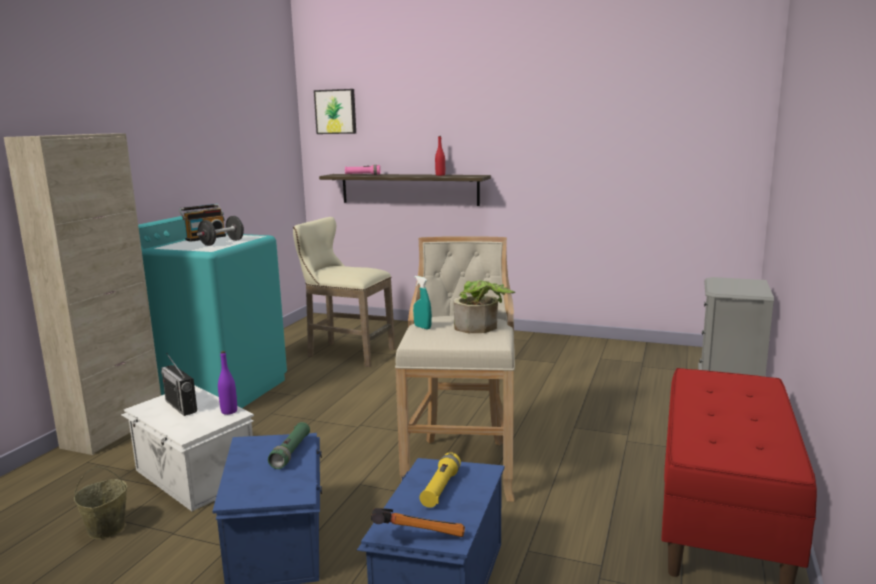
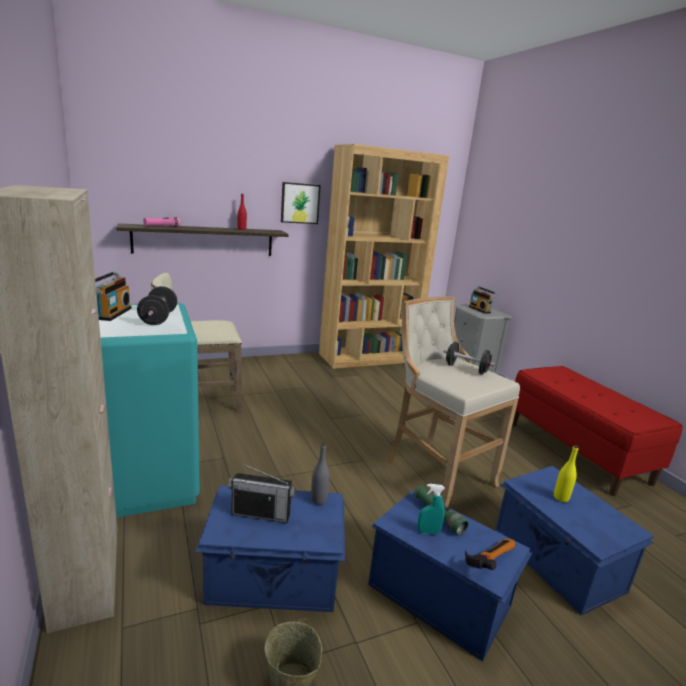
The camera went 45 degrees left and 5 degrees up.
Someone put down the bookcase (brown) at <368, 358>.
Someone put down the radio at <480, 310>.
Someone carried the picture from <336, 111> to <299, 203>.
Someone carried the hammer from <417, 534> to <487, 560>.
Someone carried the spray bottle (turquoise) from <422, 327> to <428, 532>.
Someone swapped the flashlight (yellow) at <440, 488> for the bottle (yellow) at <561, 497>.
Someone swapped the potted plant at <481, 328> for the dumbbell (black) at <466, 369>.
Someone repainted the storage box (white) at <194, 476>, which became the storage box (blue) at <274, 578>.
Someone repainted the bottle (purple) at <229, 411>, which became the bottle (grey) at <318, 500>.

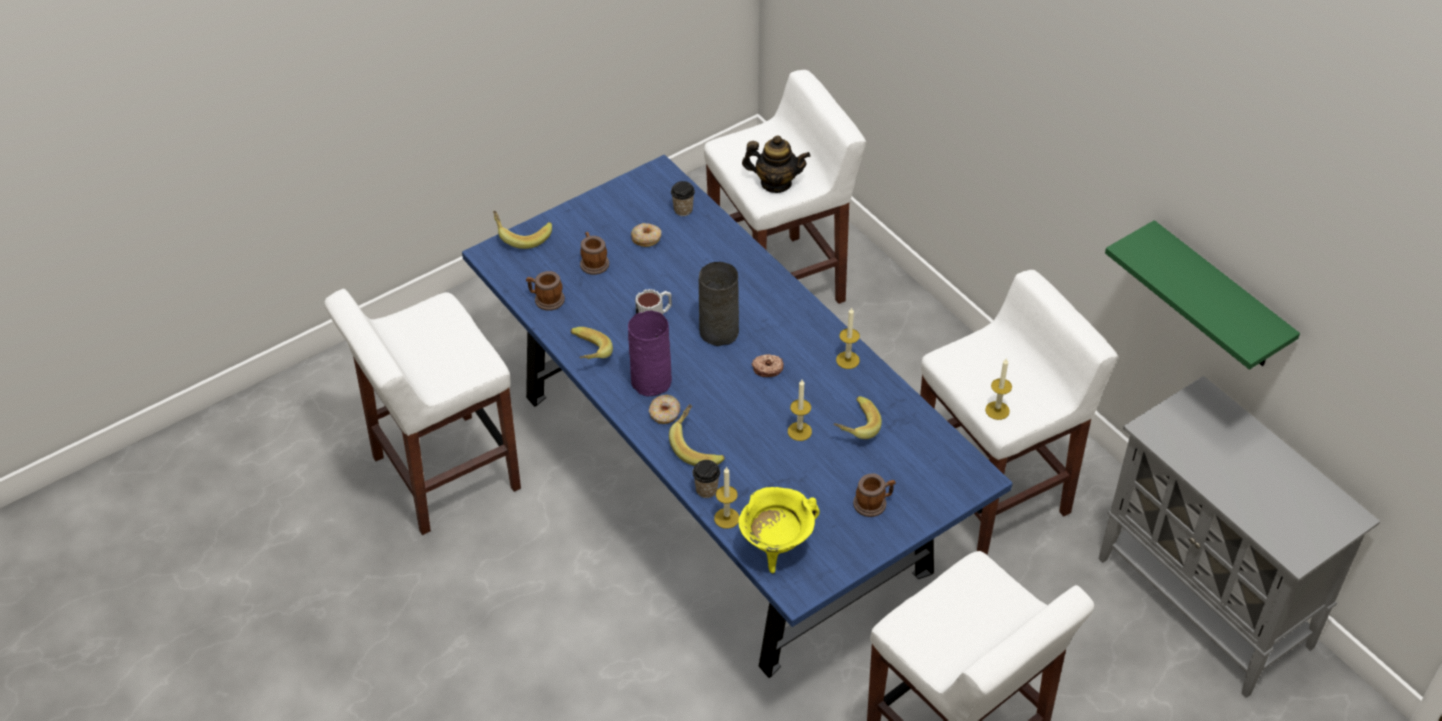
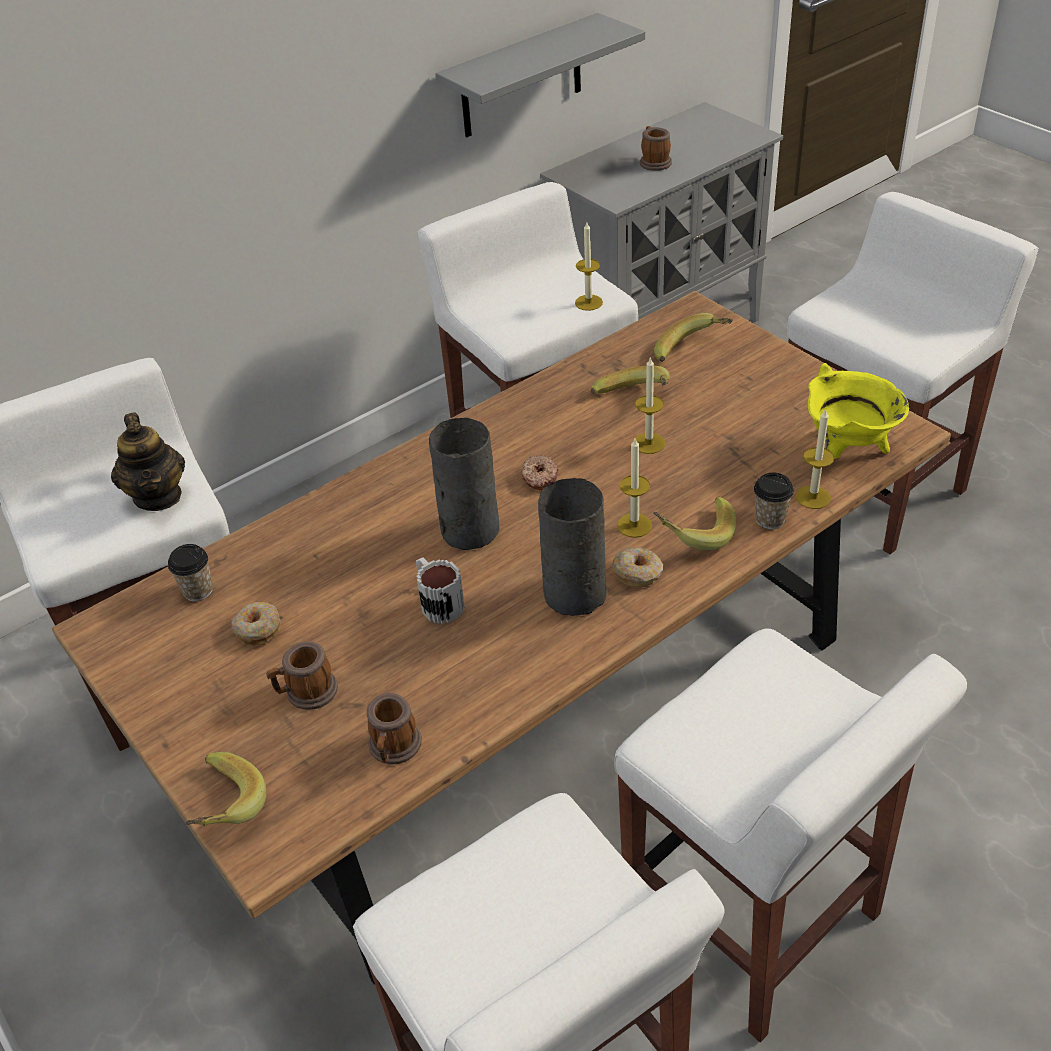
The camera went 90 degrees left and 5 degrees down.
Someone put down the stool (white) at <754, 921>.
Someone carried the banana from <586, 355> to <692, 352>.
Someone carried the candle from <847, 360> to <634, 525>.
Someone carried the mug from <873, 503> to <654, 162>.
Someone repainted the dining table (blue) at <721, 482>, which became the dining table (brown) at <540, 707>.
Someone repainted the vase (purple) at <652, 381>, which became the vase (grey) at <574, 592>.
Someone repainted the shelf (green) at <1218, 299>, which became the shelf (grey) at <521, 77>.
Someone rotated the teapot at <775, 183> by 150 degrees clockwise.

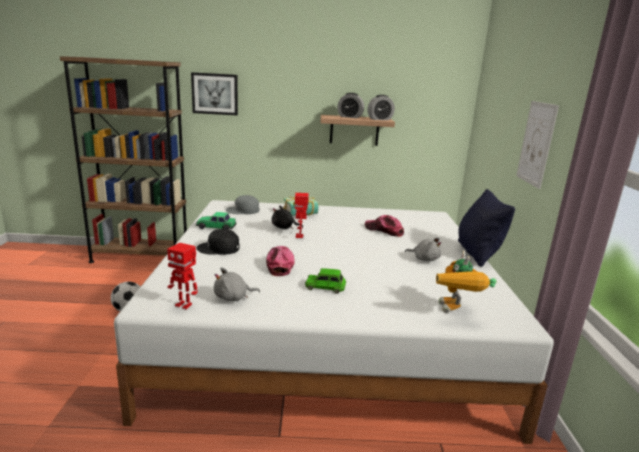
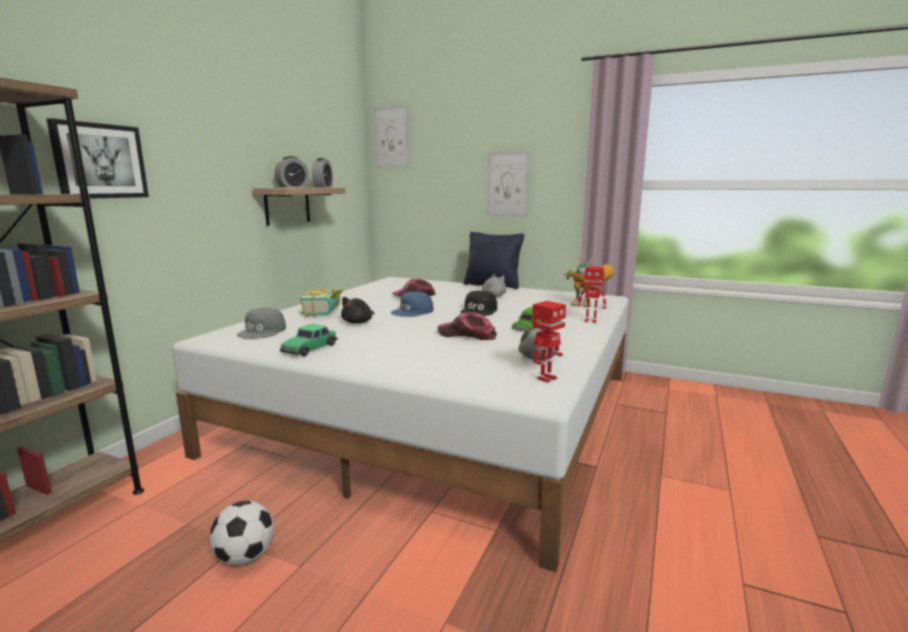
The camera went 65 degrees left and 5 degrees down.
Someone put up the picture at <392, 137>.
Someone put down the cap (blue) at <413, 311>.
Someone carried the cap (black) from <218, 248> to <479, 311>.
Someone carried the toy robot from <300, 236> to <590, 321>.

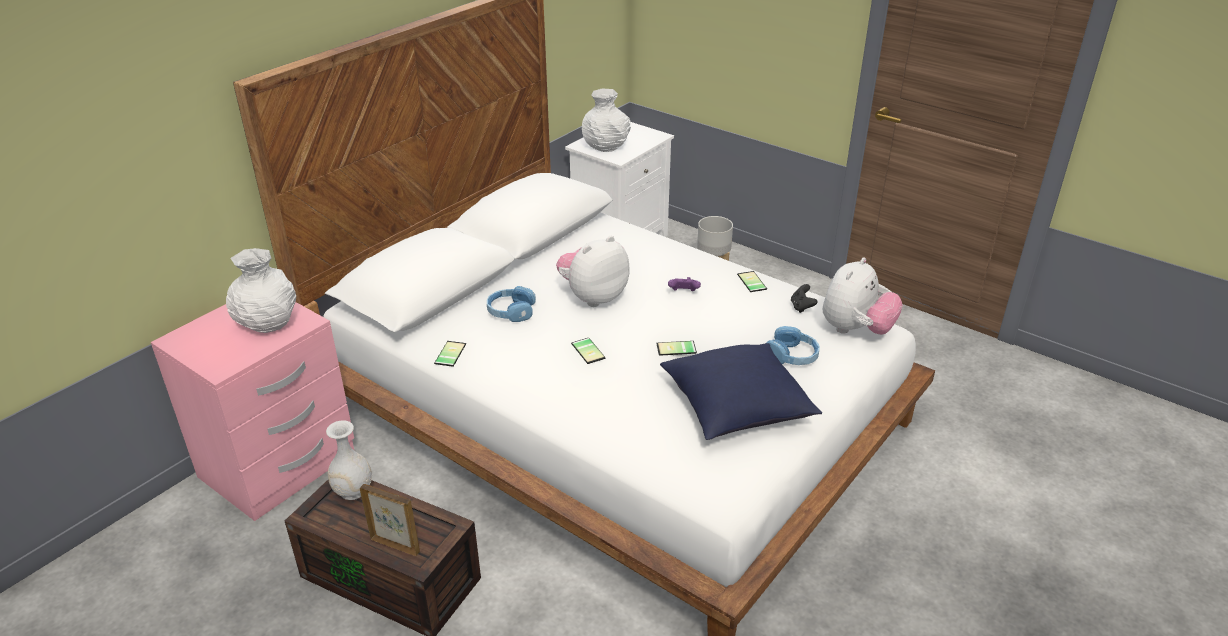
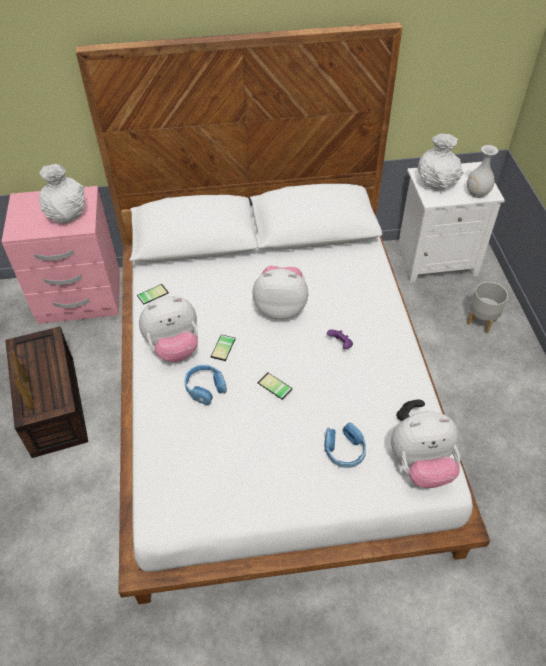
The camera went 45 degrees right and 15 degrees up.
Someone took away the pillow (blue) at <736, 409>.
Someone took away the phone at <750, 282>.
Someone put down the plush toy at <174, 347>.
Someone carried the vase (white) from <353, 490> to <477, 193>.
Someone carried the headphones (blue) from <511, 312> to <205, 388>.

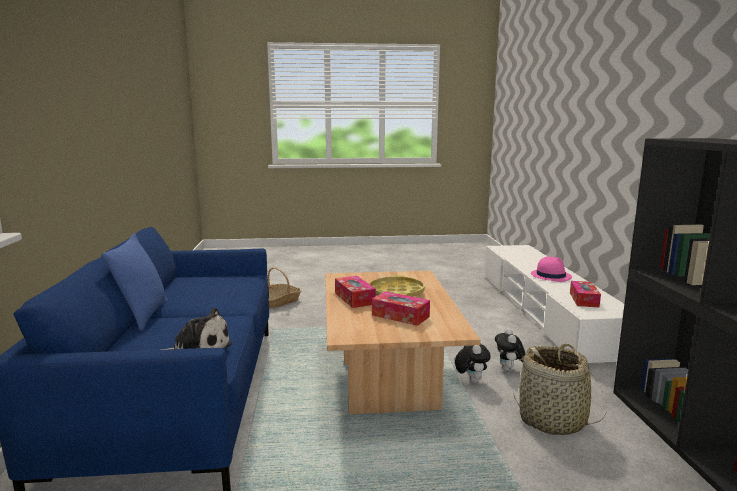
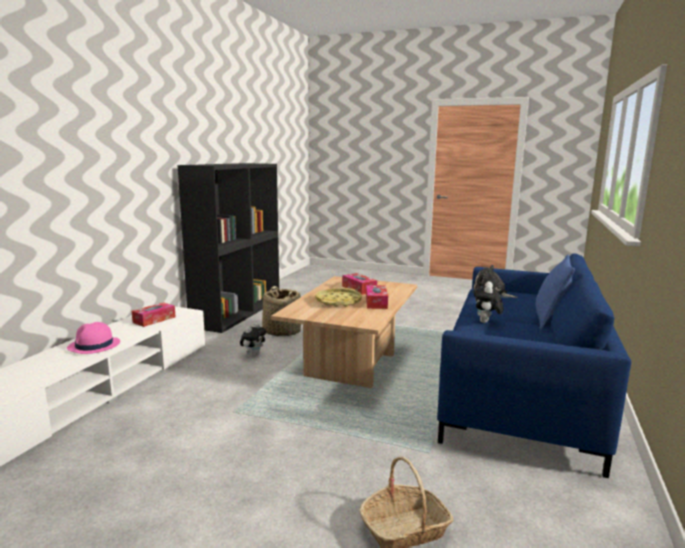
The camera went 155 degrees left and 0 degrees up.
Someone carried the plush toy from <470, 380> to <486, 322>.

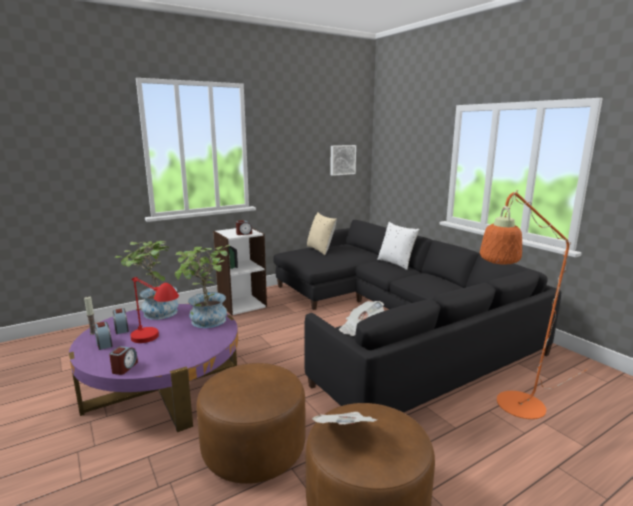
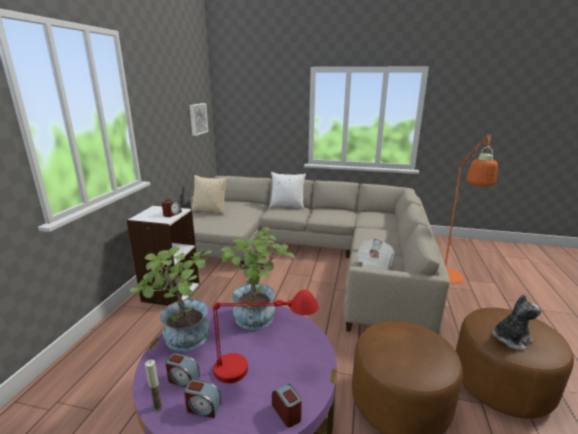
The camera went 45 degrees left and 5 degrees up.
Someone swapped the newspaper at <345, 433> for the plush toy at <510, 339>.
Someone repainted the sofa (black) at <390, 322>, which became the sofa (beige) at <311, 255>.

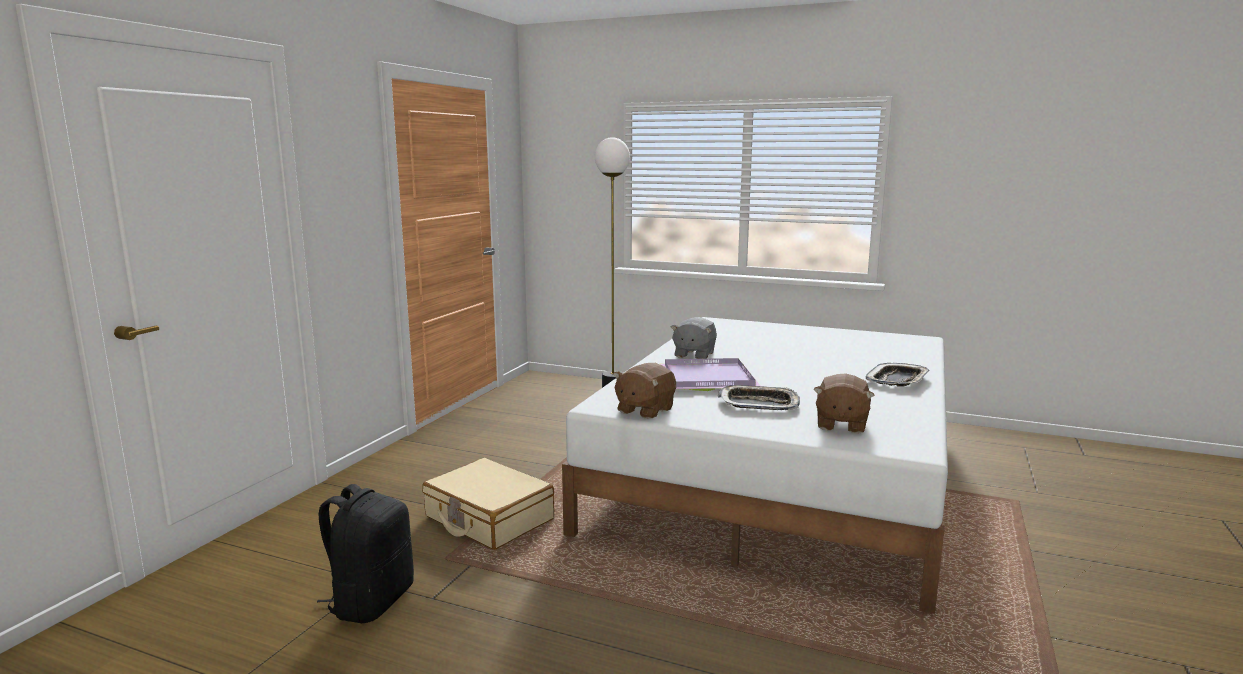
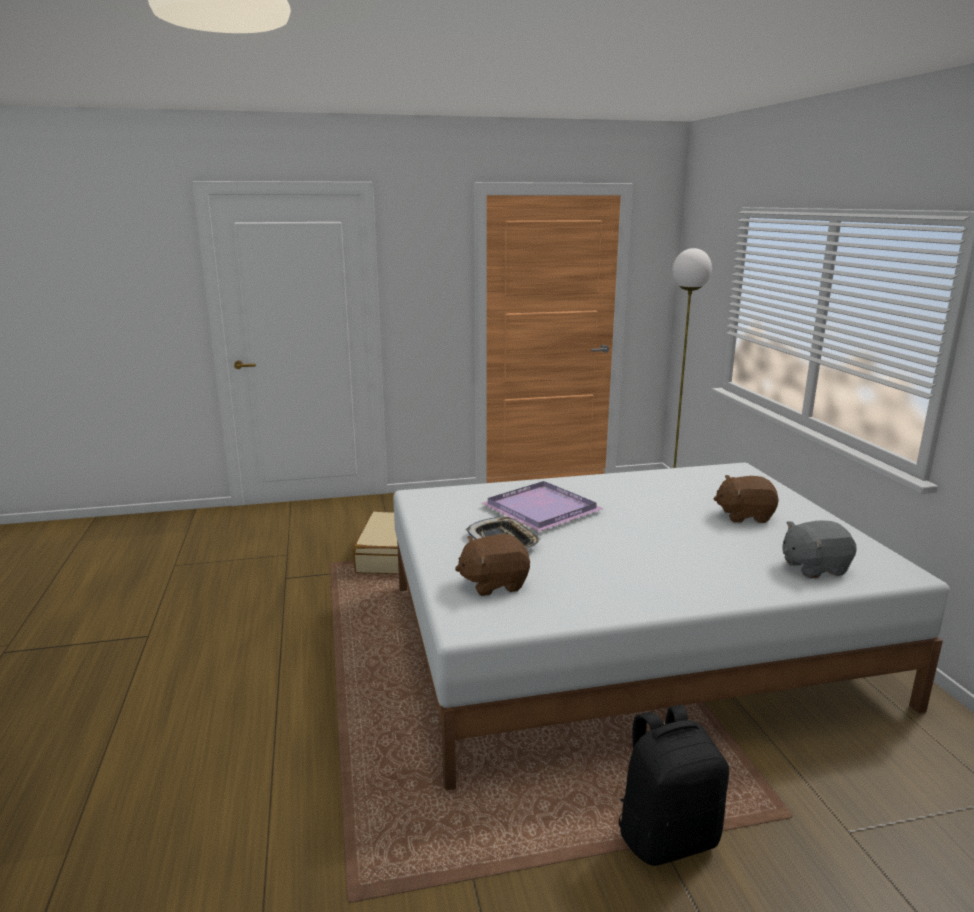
The camera went 55 degrees right and 5 degrees up.
Someone took away the tray at <897, 380>.
Someone carried the backpack (black) from <371, 601> to <667, 836>.
Someone carried the plush toy (brown) from <644, 410> to <744, 516>.
Someone carried the plush toy (grey) from <693, 354> to <813, 567>.

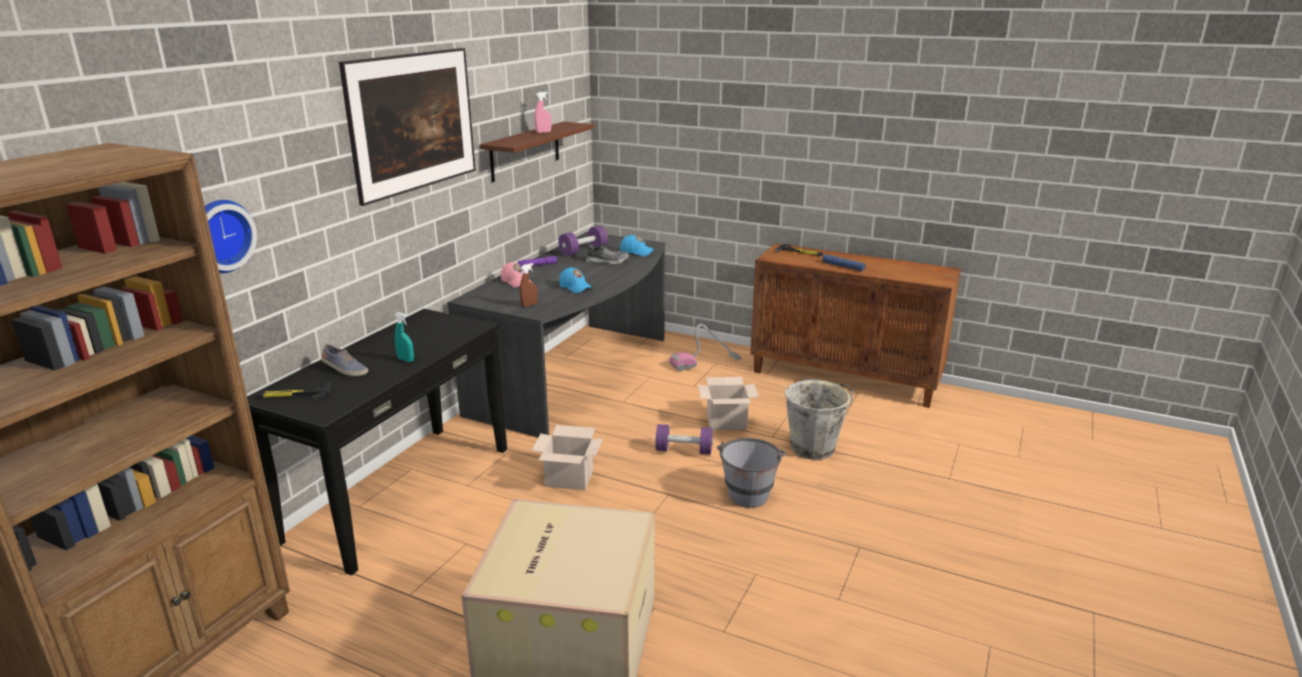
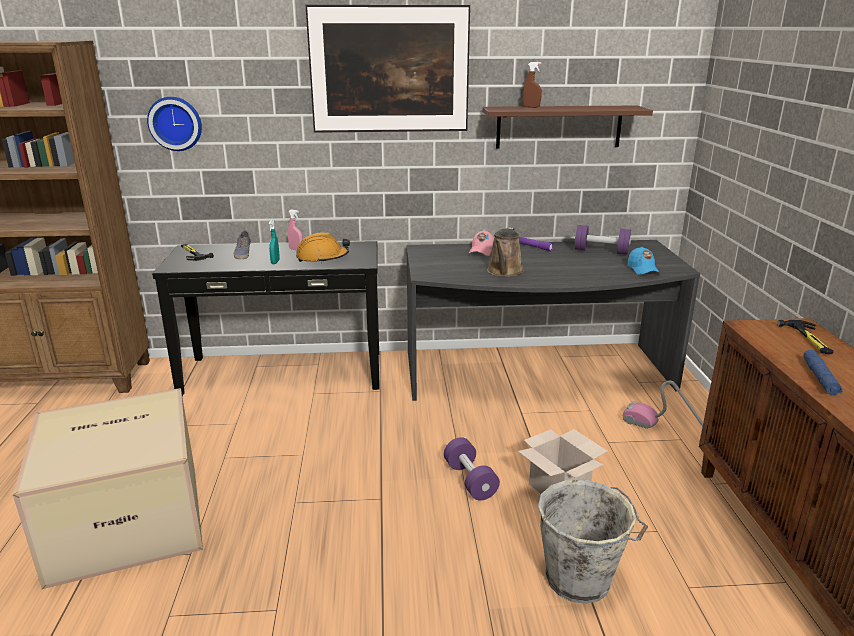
The camera went 60 degrees right and 0 degrees up.
Someone took away the cardboard box at <567, 479>.
Someone took away the shoe at <607, 261>.
Someone took away the bucket (grey) at <748, 491>.
Someone put down the hard hat (orange) at <322, 258>.
Someone carried the spray bottle (brown) from <529, 305> to <531, 107>.
Someone carried the spray bottle (pink) from <543, 132> to <296, 249>.
Someone swapped the cap (blue) at <575, 288> for the watering can (brown) at <504, 272>.

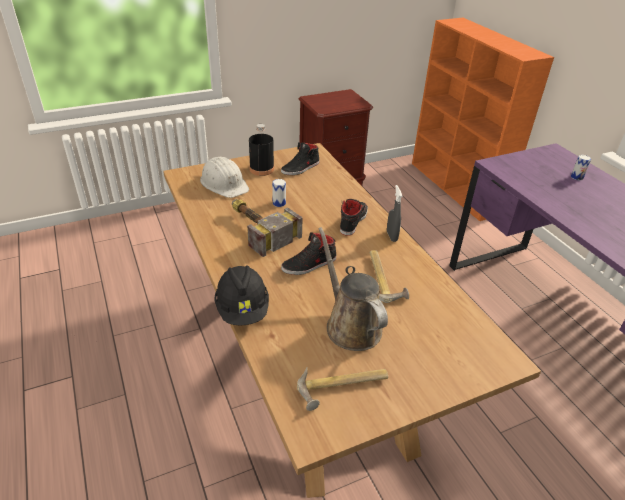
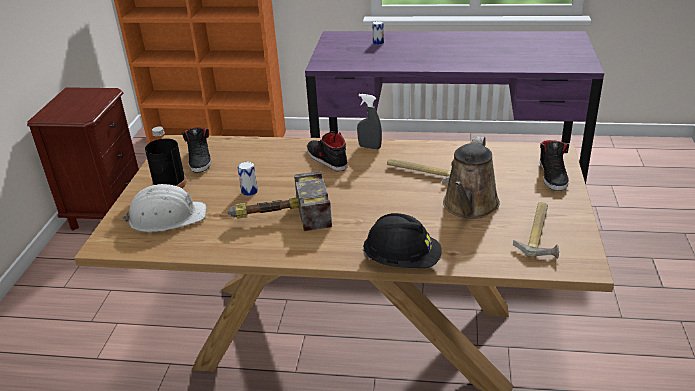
The camera went 55 degrees left and 5 degrees down.
Someone carried the shoe (black) from <309, 265> to <553, 176>.
Someone rotated the watering can (brown) at <350, 325> by 75 degrees counterclockwise.

